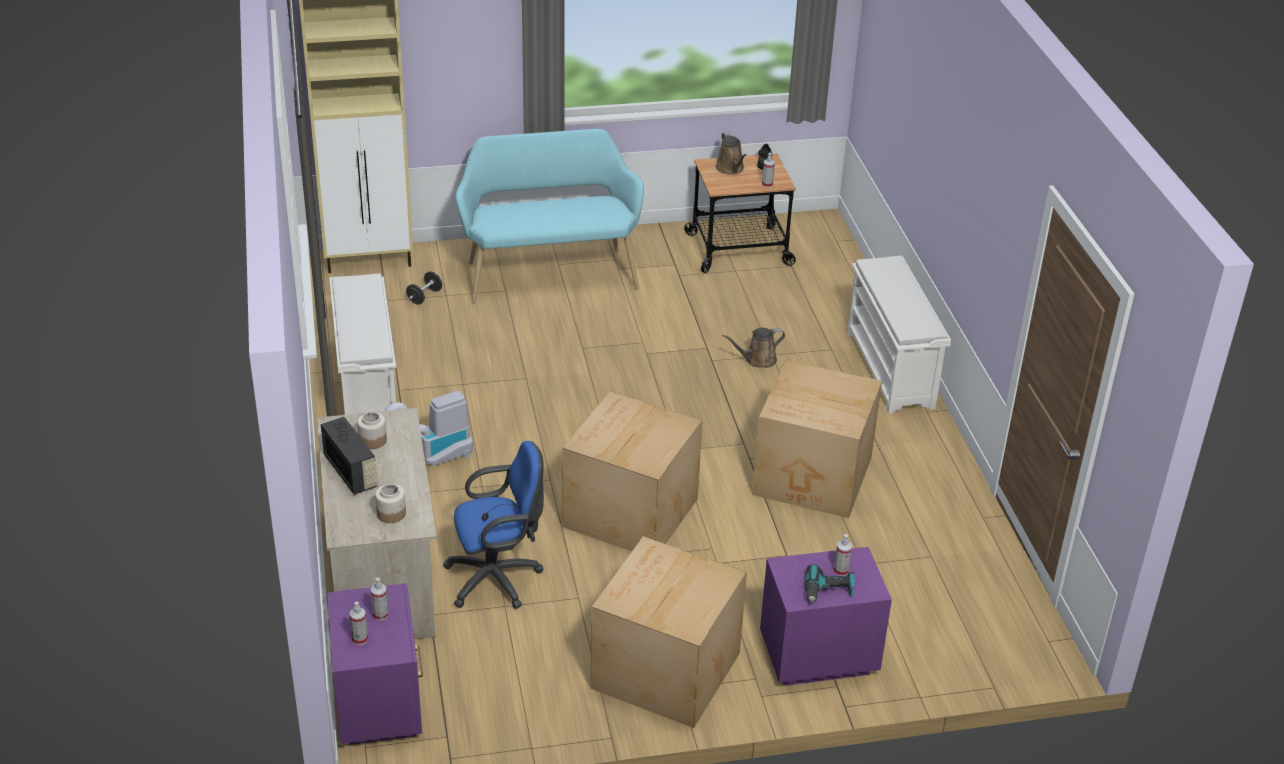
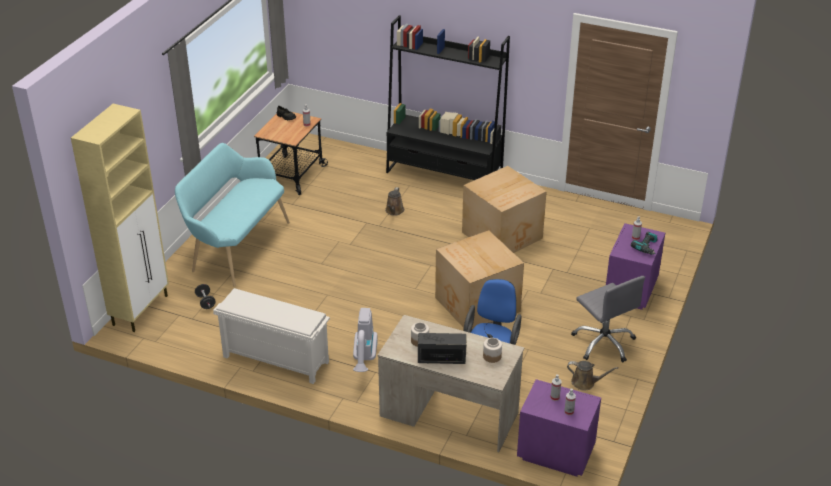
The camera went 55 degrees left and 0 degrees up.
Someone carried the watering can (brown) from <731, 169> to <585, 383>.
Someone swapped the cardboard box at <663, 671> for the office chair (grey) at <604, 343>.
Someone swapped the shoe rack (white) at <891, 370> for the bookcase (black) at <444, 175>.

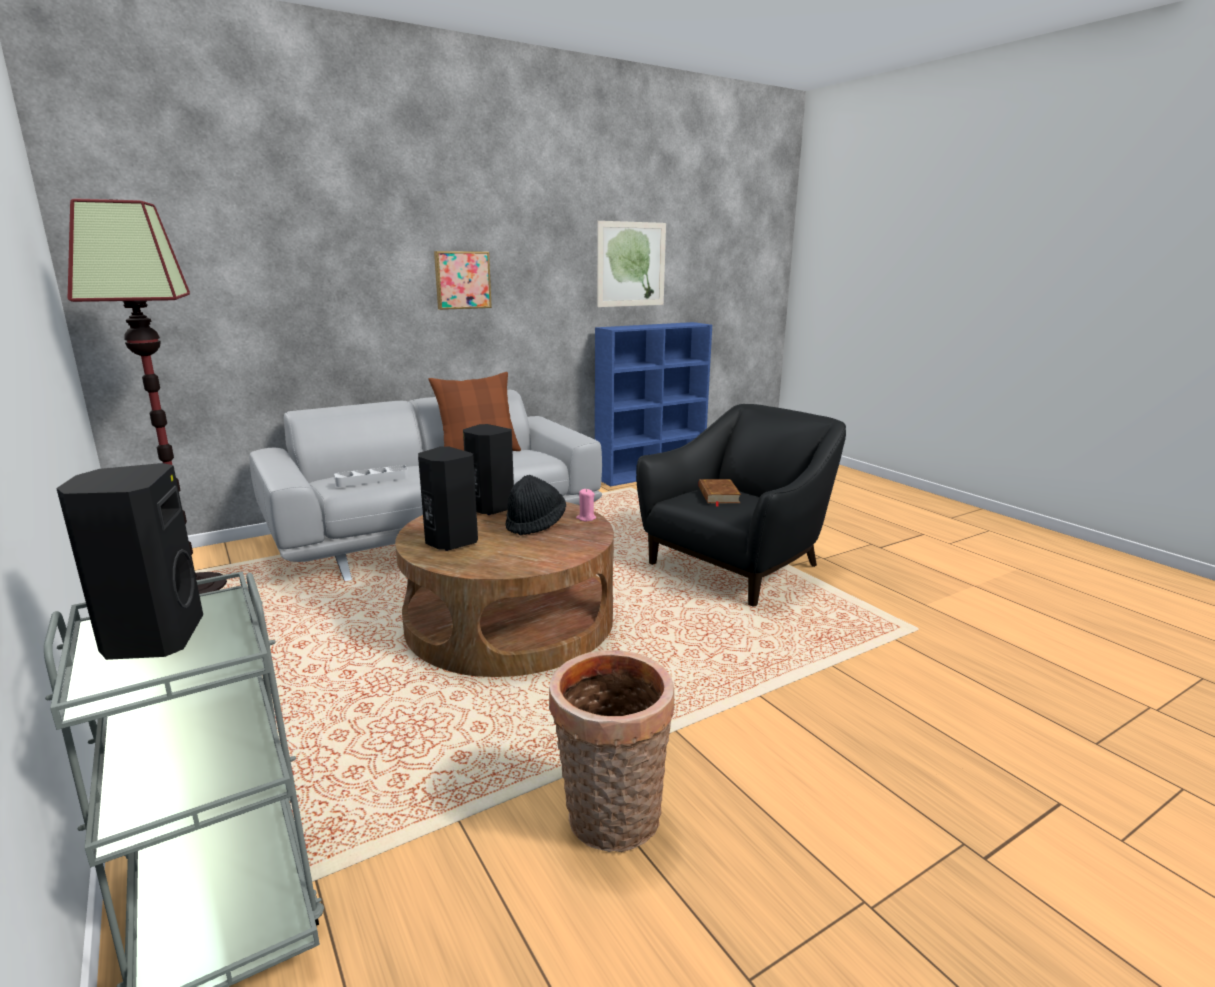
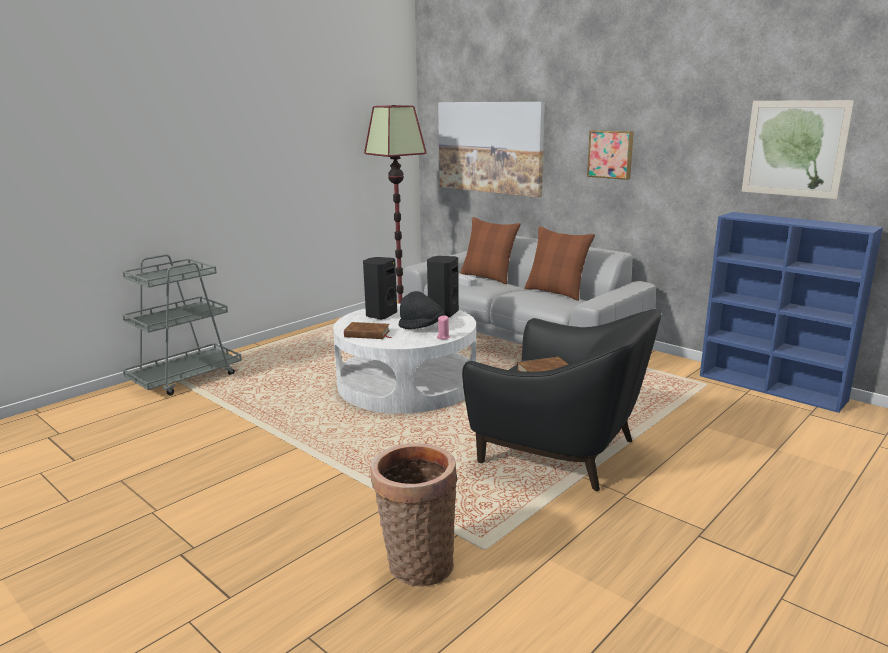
The camera went 75 degrees right and 0 degrees up.
Someone took away the speaker (black) at <151, 639>.
Someone put down the book (brown) at <367, 334>.
Someone put up the picture at <489, 147>.
Someone put down the pillow (brown) at <488, 277>.
Someone carried the basket from <610, 822> to <416, 564>.
Someone repainted the coffee table (brown) at <510, 620>, which became the coffee table (white) at <407, 383>.

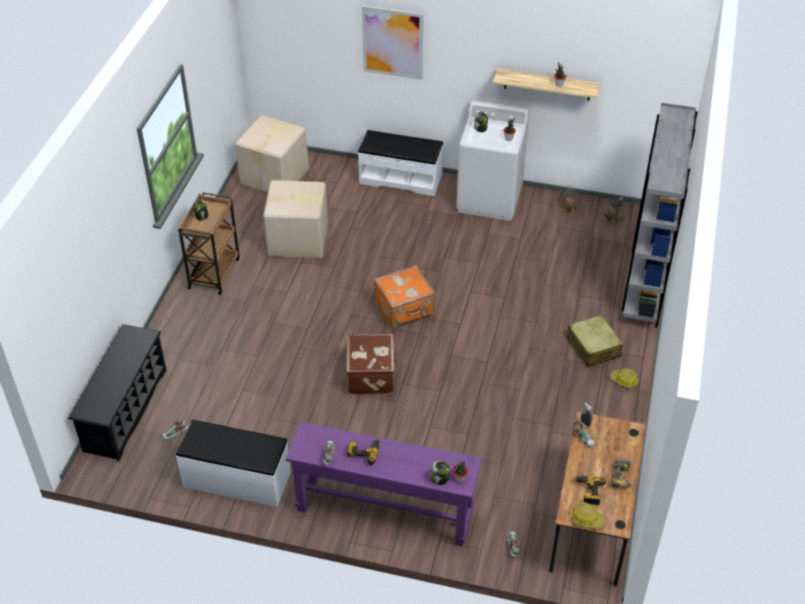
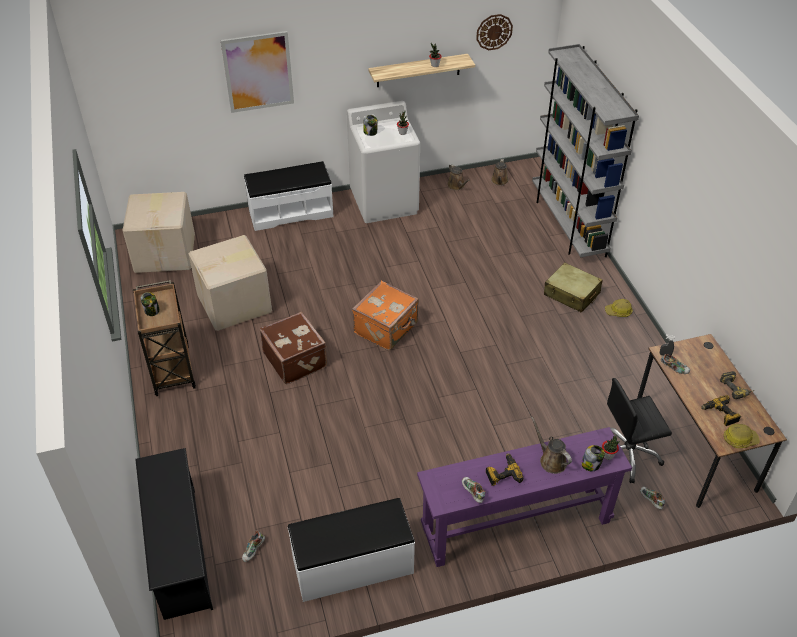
The camera went 30 degrees left and 0 degrees up.
Someone put up the wall clock at <494, 32>.
Someone put down the watering can (brown) at <551, 460>.
Someone put down the office chair (black) at <627, 454>.
Someone carried the suitcase (brown) from <372, 376> to <296, 359>.

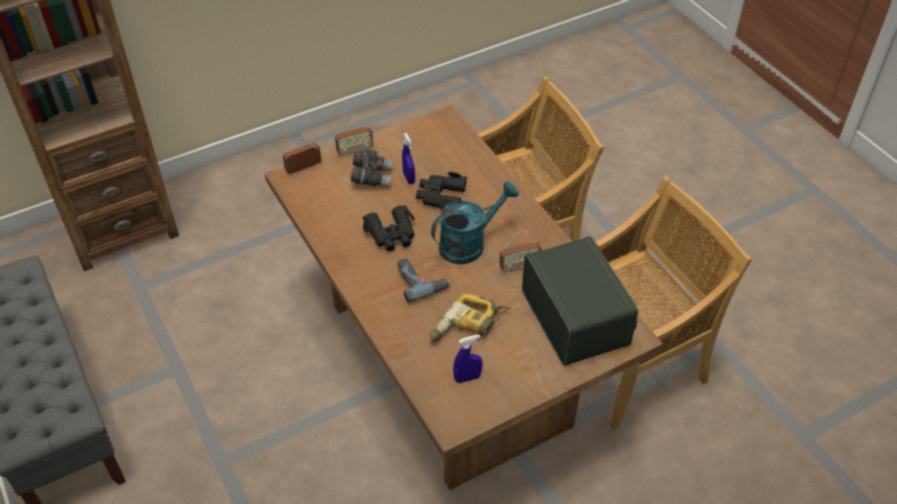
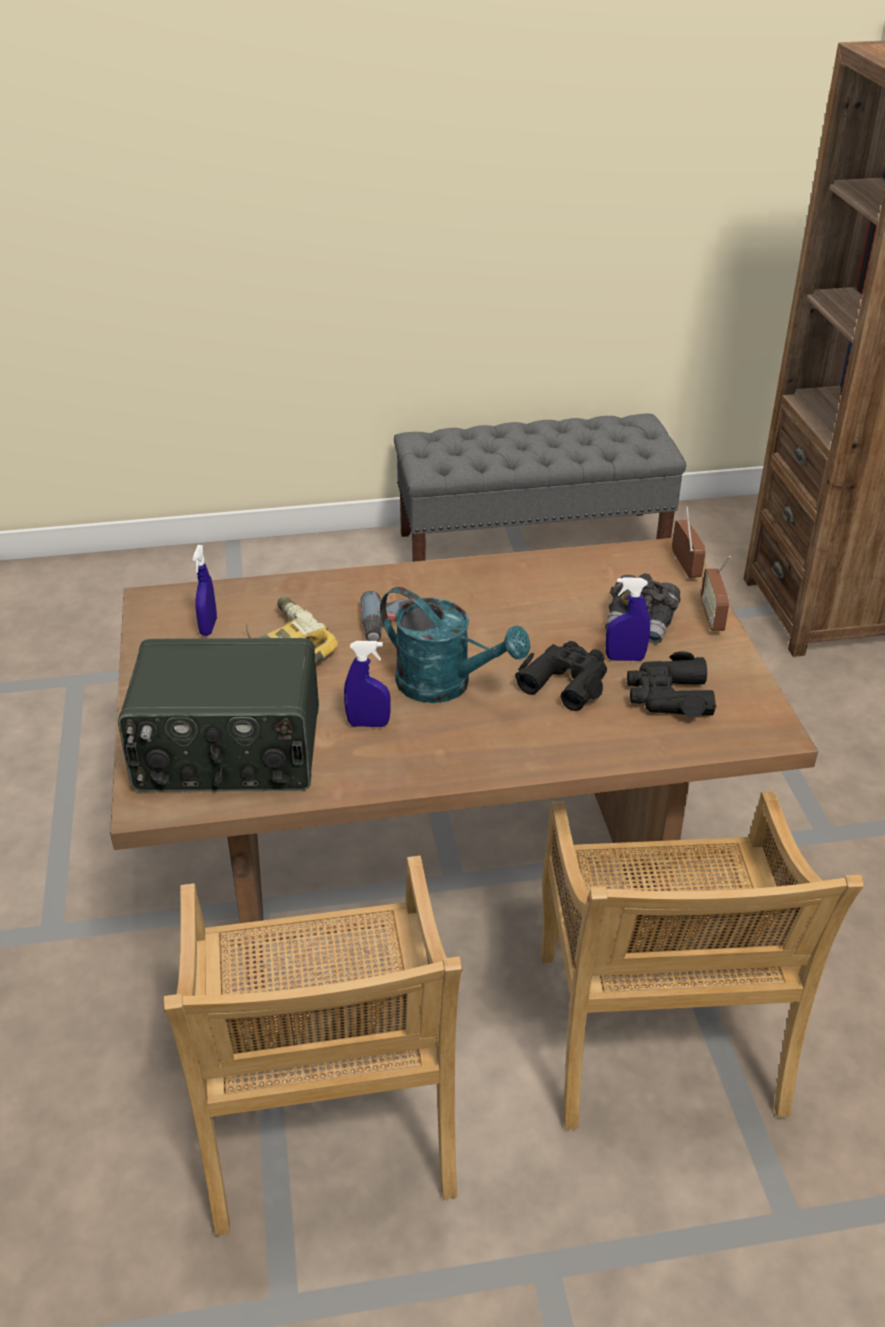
The camera went 110 degrees right and 10 degrees down.
Someone carried the binoculars (black) from <391, 234> to <668, 696>.
Someone swapped the radio at <519, 266> for the spray bottle (blue) at <368, 724>.
Someone rotated the watering can (turquoise) at <469, 244> by 45 degrees counterclockwise.

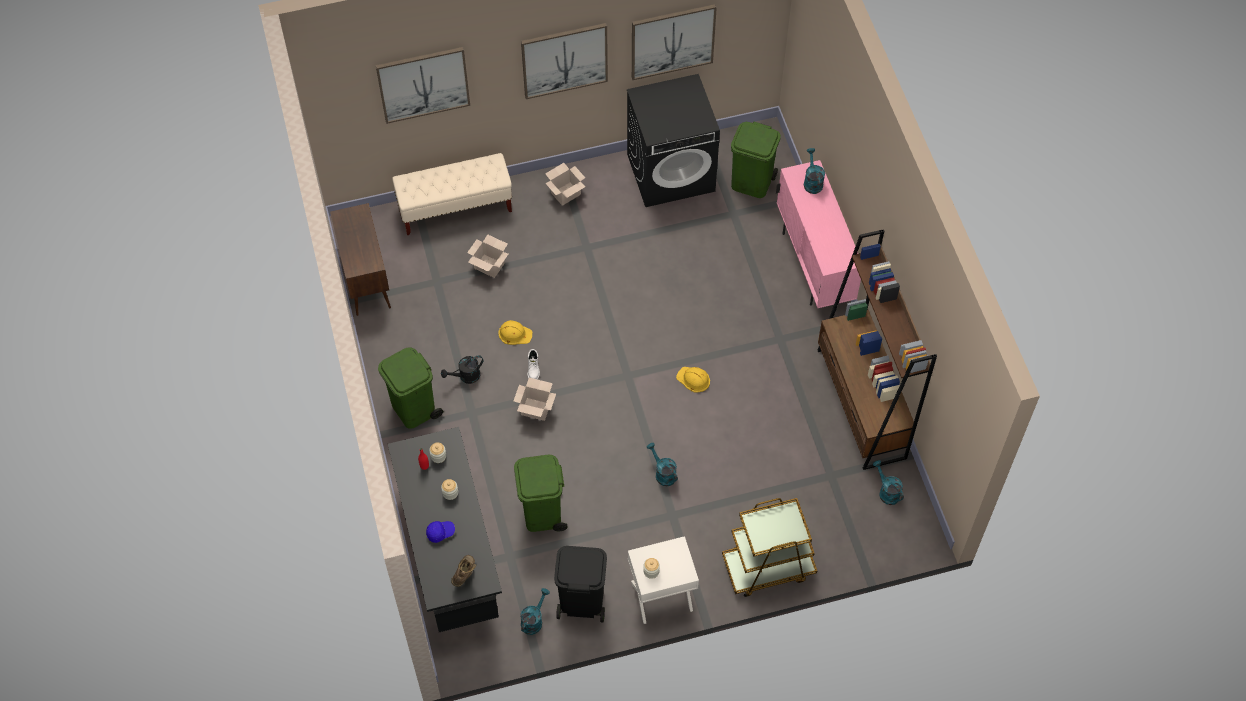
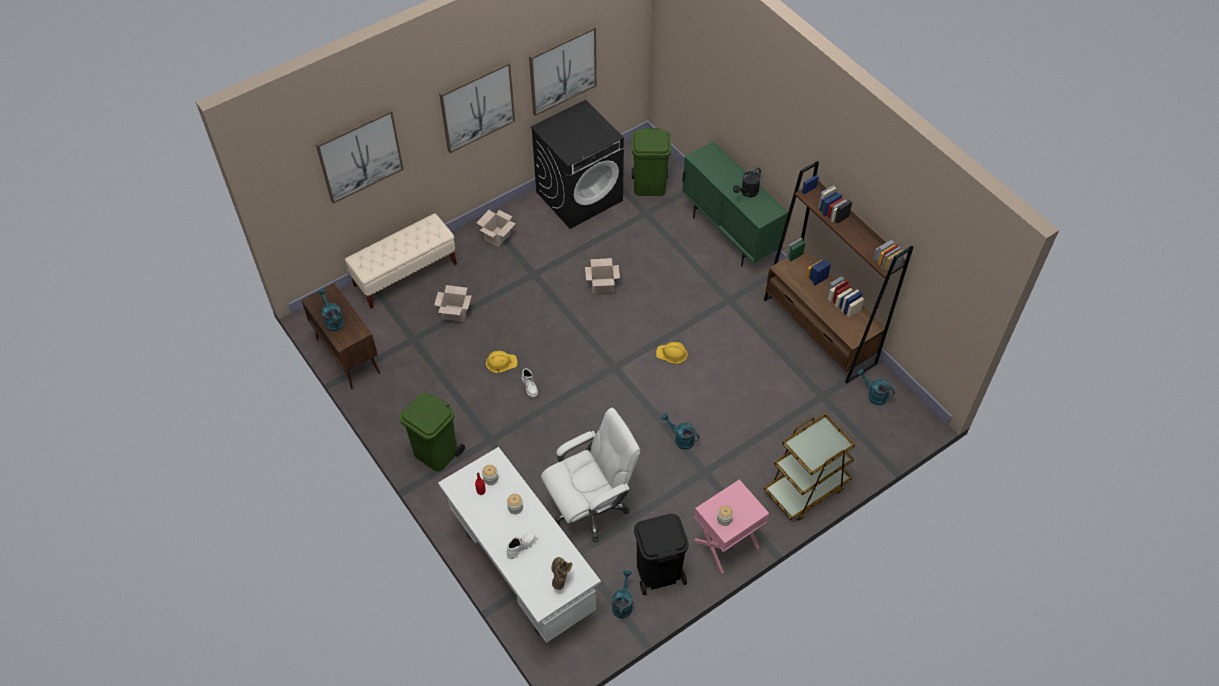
The camera went 20 degrees left and 5 degrees down.
Someone carried the watering can (black) from <466, 377> to <747, 193>.
Someone carried the cardboard box from <536, 409> to <603, 285>.
Someone carried the watering can (turquoise) from <812, 182> to <332, 320>.
Someone swapped the cap (blue) at <440, 532> for the boot (white) at <521, 546>.
Someone swapped the trash can (green) at <542, 513> for the office chair (white) at <590, 507>.
Someone repainted the desk (black) at <450, 555>, which became the desk (white) at <521, 571>.
Someone repainted the nightstand (white) at <662, 596>, which became the nightstand (pink) at <727, 544>.
Someone repainted the cabinet (pink) at <813, 265>, which became the cabinet (green) at <729, 235>.

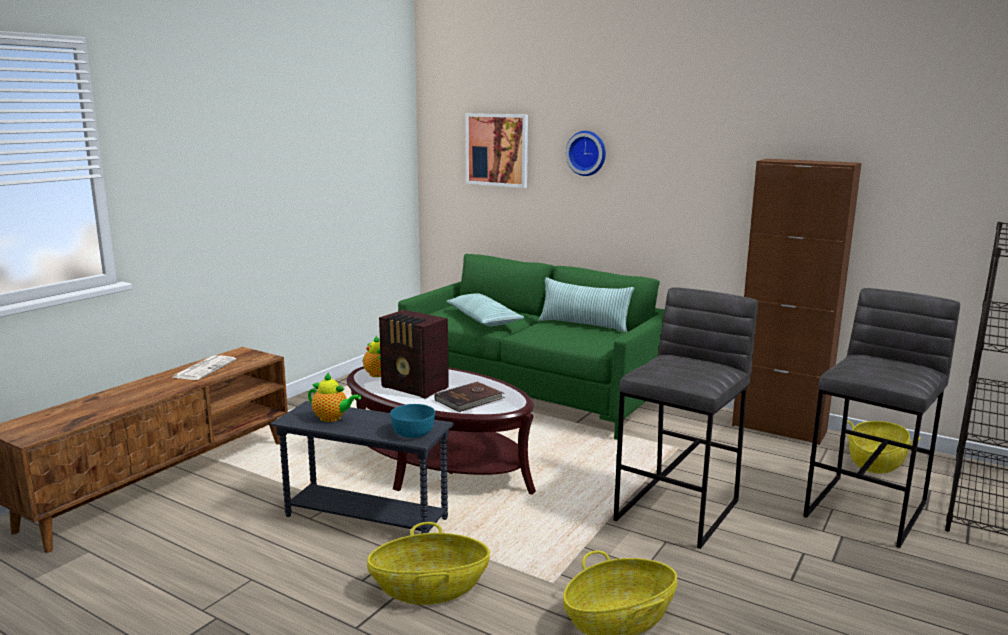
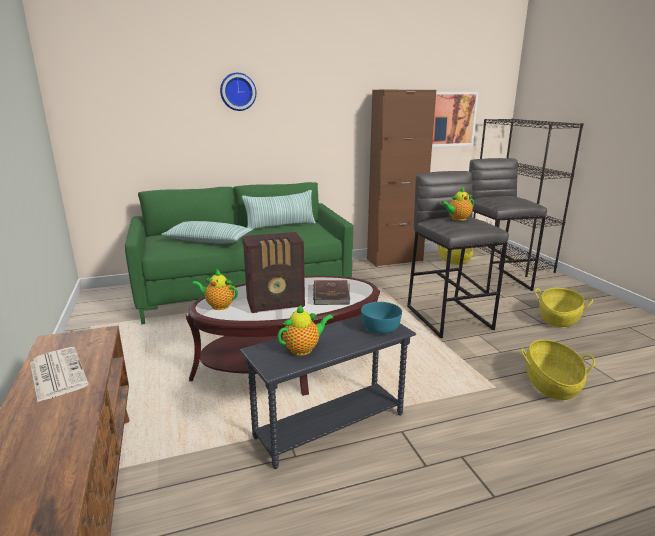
The camera went 50 degrees left and 5 degrees up.
Someone put down the teapot at <457, 219>.
Someone carried the basket from <429, 588> to <558, 318>.
Someone carried the picture from <497, 150> to <451, 119>.

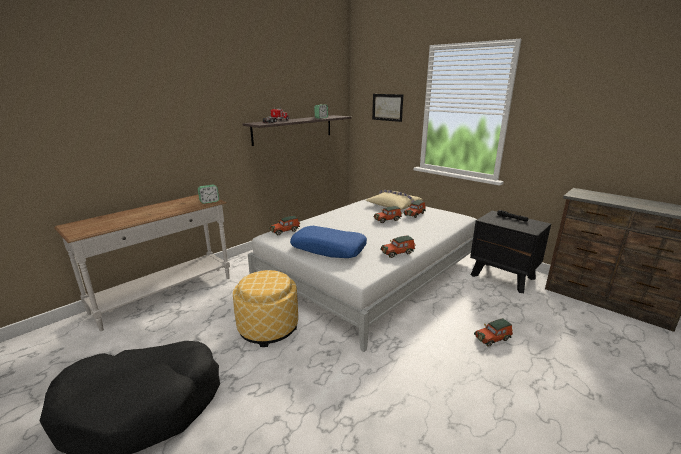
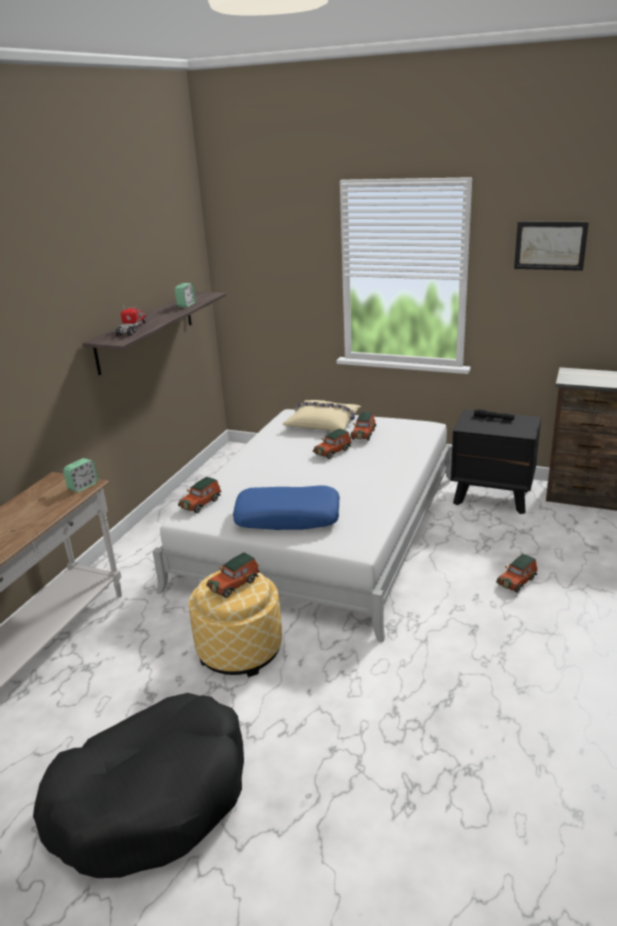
The camera went 20 degrees left and 5 degrees up.
Someone carried the picture from <387, 107> to <550, 245>.
Someone carried the toy car from <398, 252> to <235, 583>.

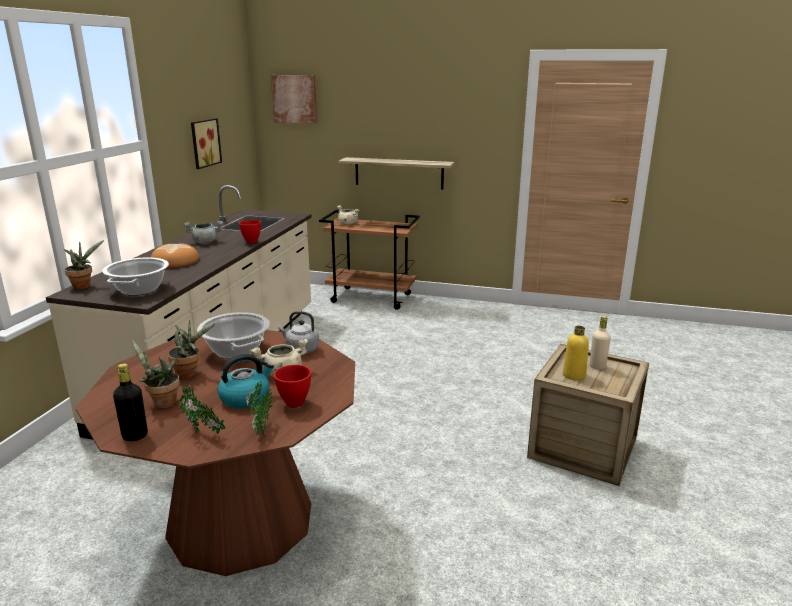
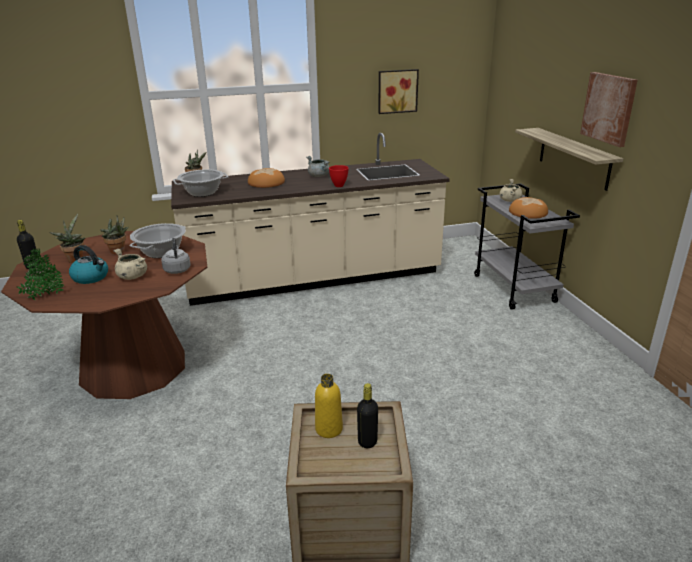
The camera went 60 degrees right and 5 degrees up.
Someone took away the bowl (red) at <294, 404>.
Someone put down the bread at <527, 212>.
Someone carried the picture from <294, 99> to <609, 108>.
Someone repainted the cart (brown) at <372, 298>, which became the cart (grey) at <514, 289>.
Someone repainted the bottle (beige) at <597, 366>, which became the bottle (black) at <367, 442>.

